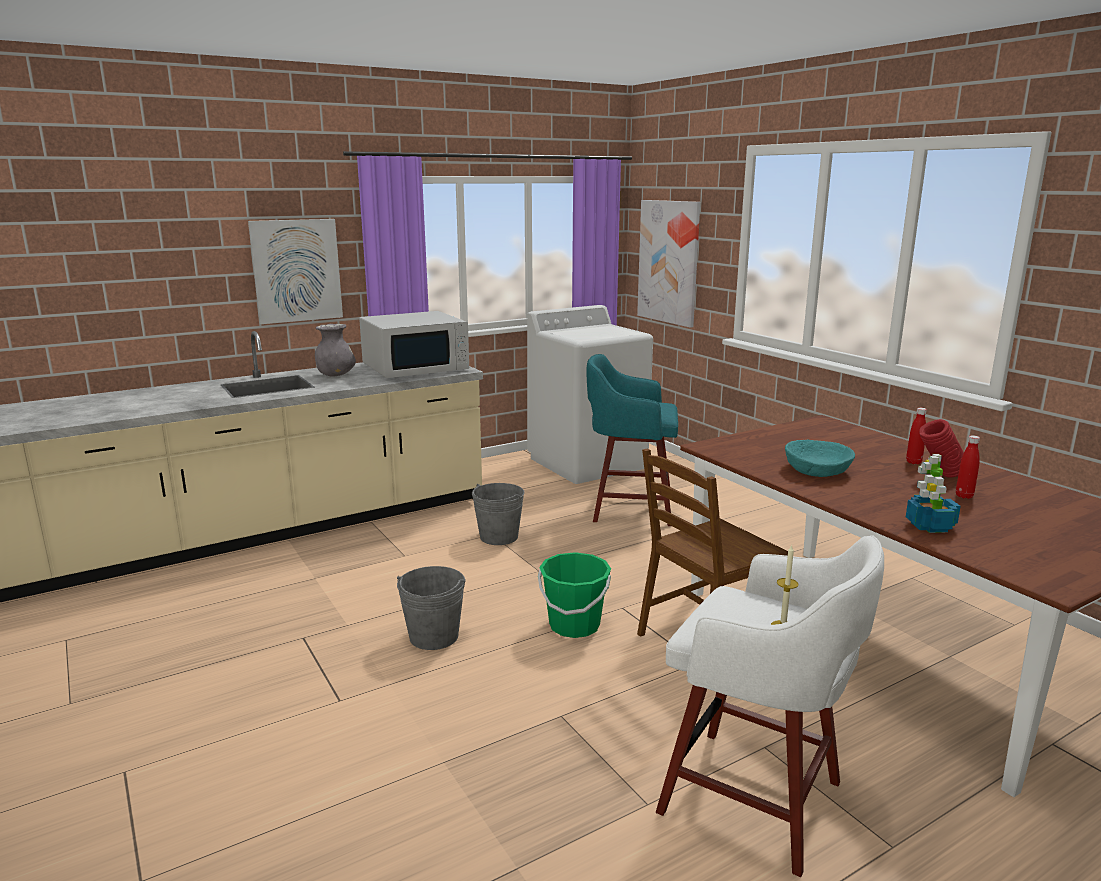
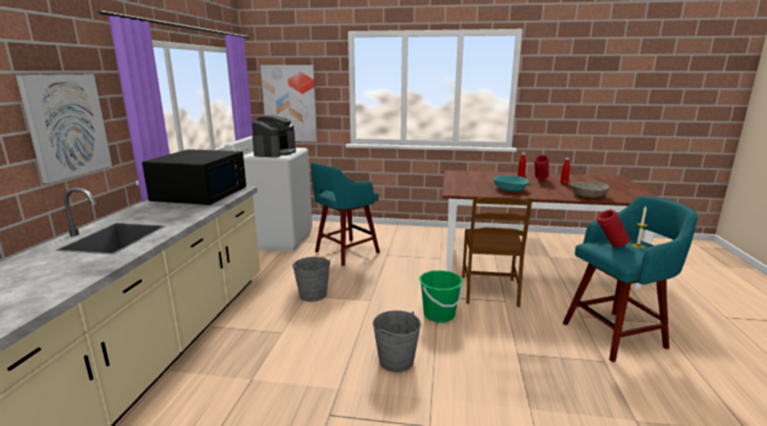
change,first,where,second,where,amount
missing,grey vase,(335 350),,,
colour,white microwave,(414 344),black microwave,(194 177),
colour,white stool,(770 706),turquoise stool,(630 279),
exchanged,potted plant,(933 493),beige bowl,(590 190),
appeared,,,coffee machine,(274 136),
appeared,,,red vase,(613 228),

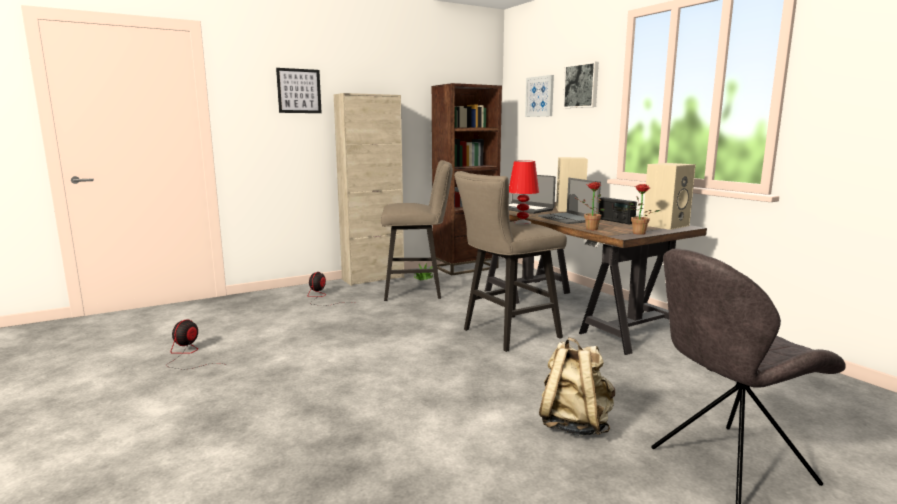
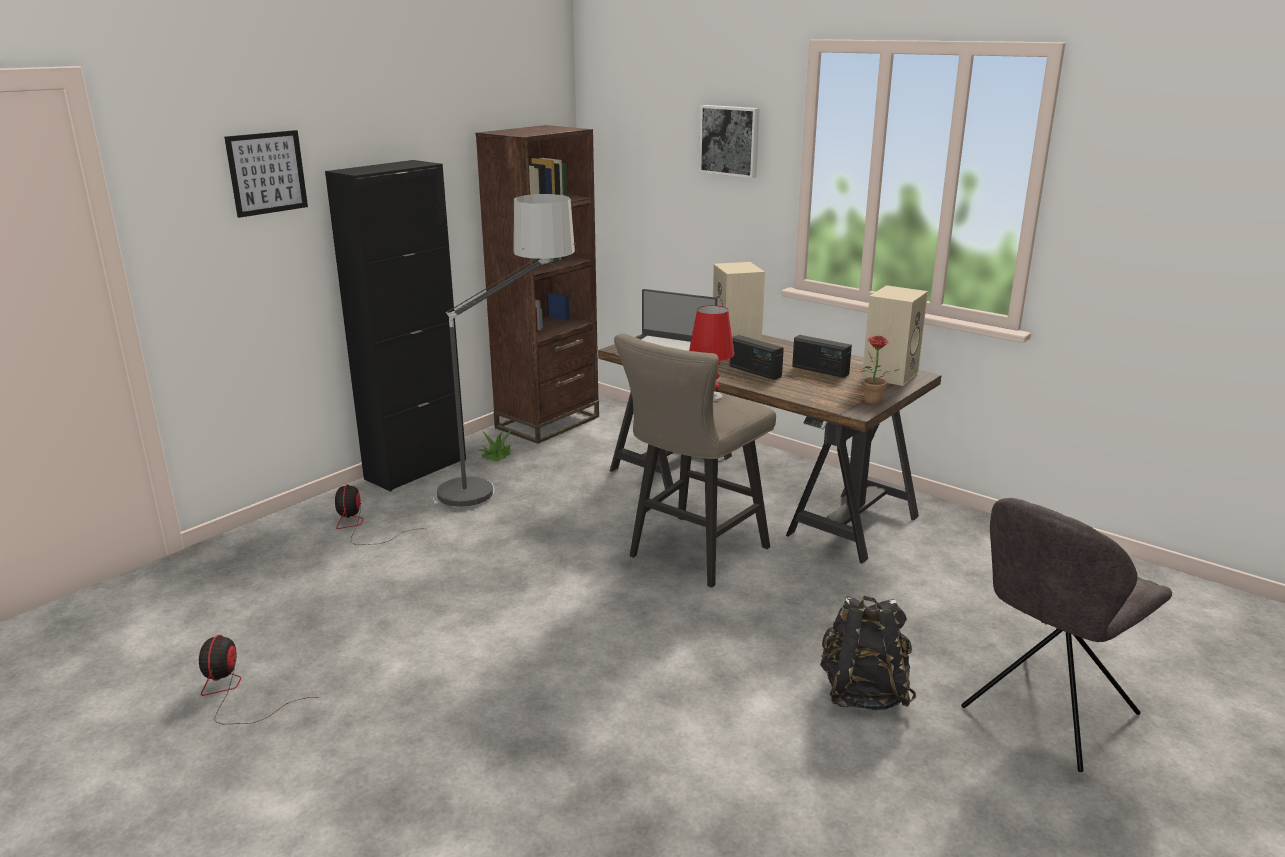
change,first,where,second,where,amount
colour,beige cabinet,(369 189),black cabinet,(395 326),
exchanged,beige stool,(417 230),floor lamp,(504 351),
missing,picture,(539 96),,,
exchanged,laptop,(569 201),radio,(757 357),
colour,beige backpack,(577 386),black backpack,(868 653),
missing,potted plant,(589 206),,,

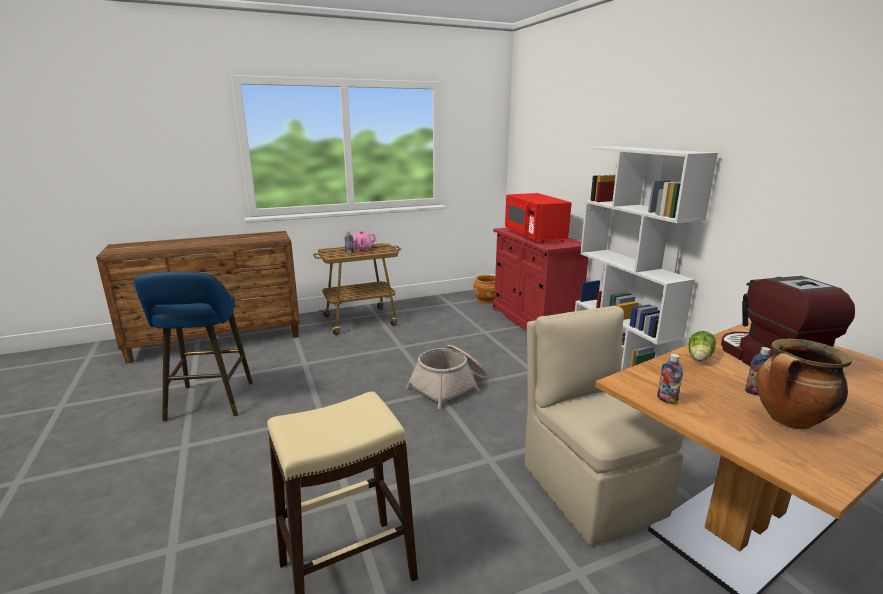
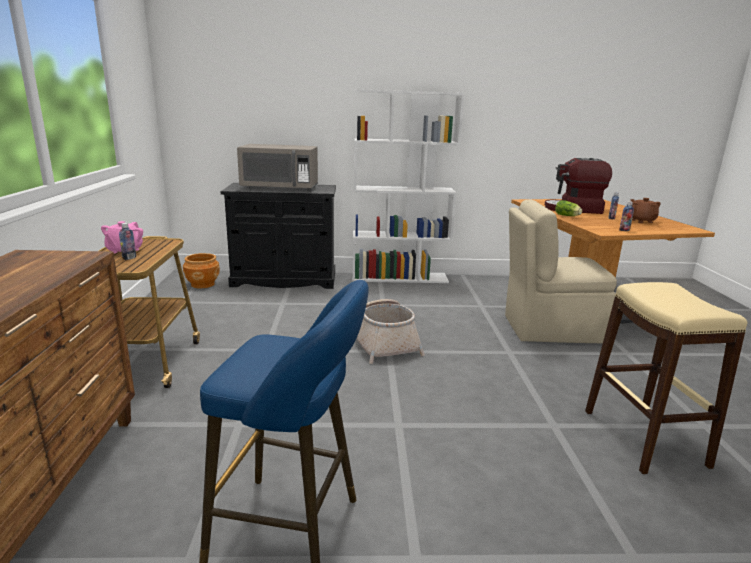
change,first,where,second,where,amount
colour,red cabinet,(541 279),black cabinet,(278 236),
colour,red microwave,(538 218),grey microwave,(277 167),
exchanged,cooking pot,(804 384),brown teapot,(645 210),

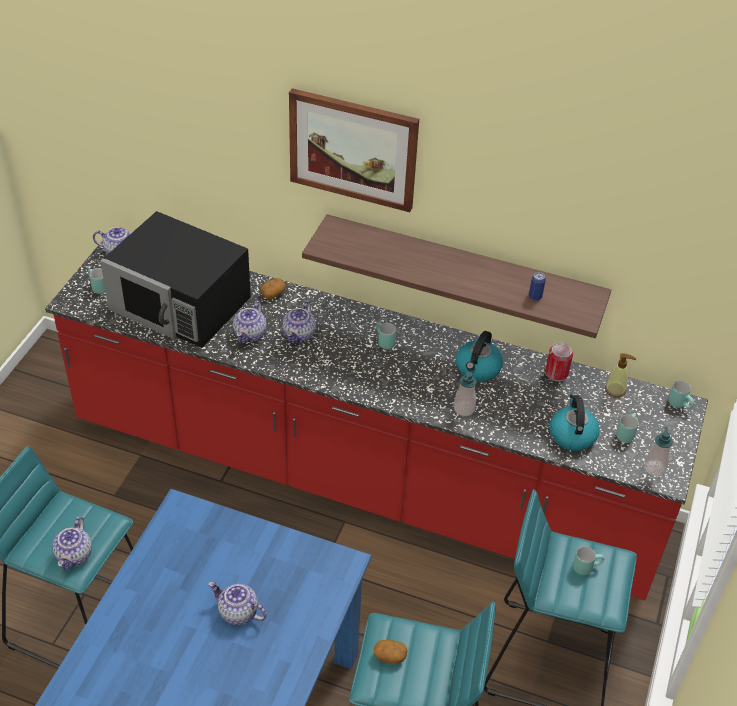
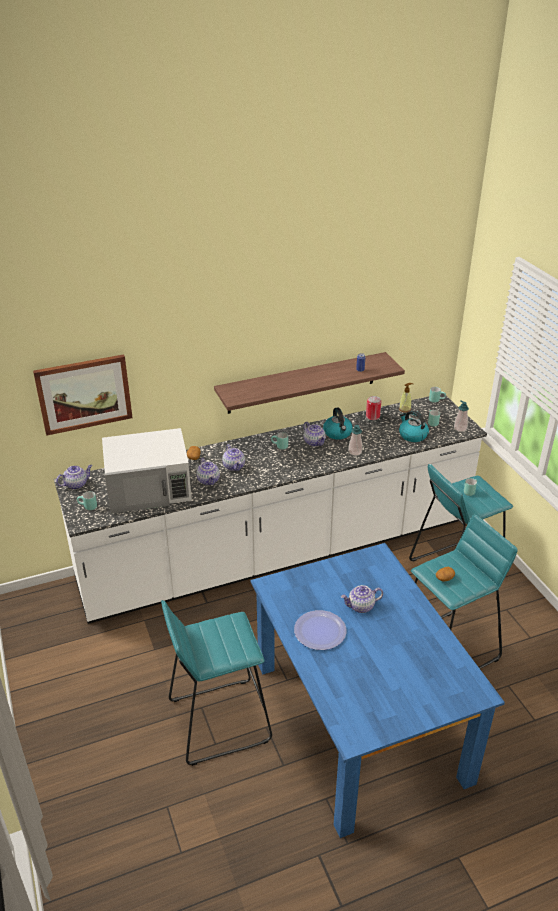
change,first,where,second,where,amount
colour,red counter,(376 420),white counter,(270 509),
relocated,teapot,(72 543),,(315 434),
colour,black microwave,(175 279),white microwave,(147 471),
relocated,picture,(354 150),,(83 395),
appeared,,,plate,(320 630),

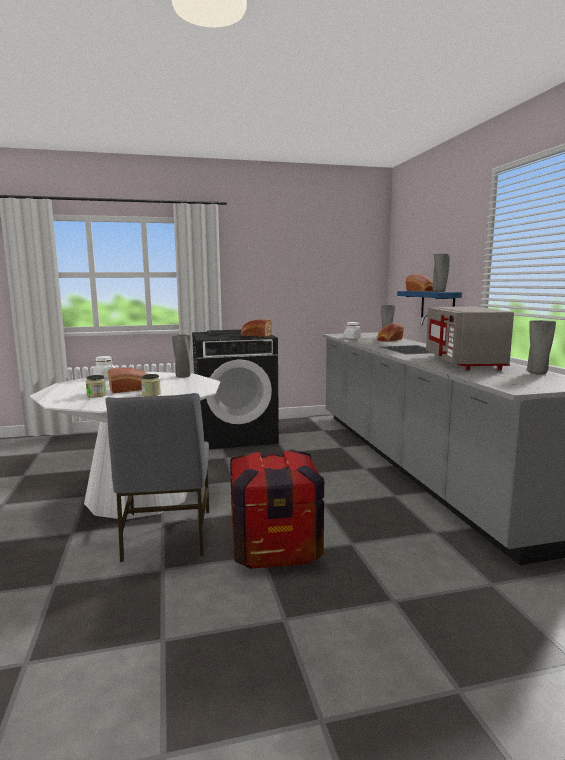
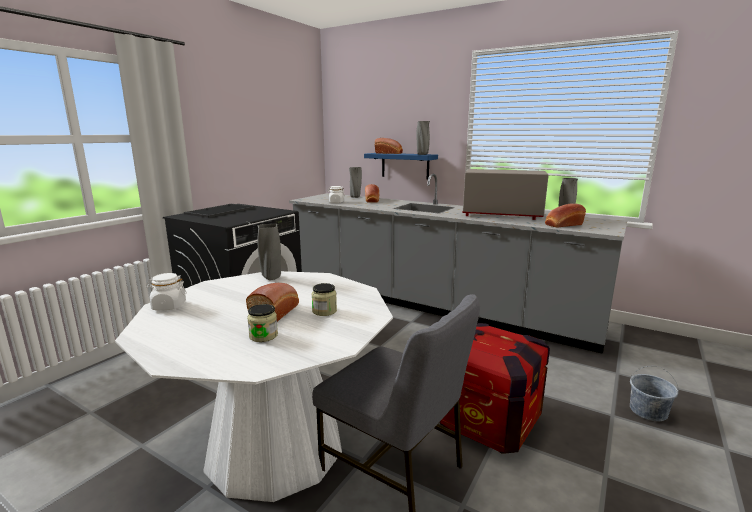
change,first,where,second,where,amount
relocated,bread,(256 328),,(565 215),
spun,grey microwave,(470 338),,(505 194),150 degrees clockwise
appeared,,,grey bucket,(654 393),

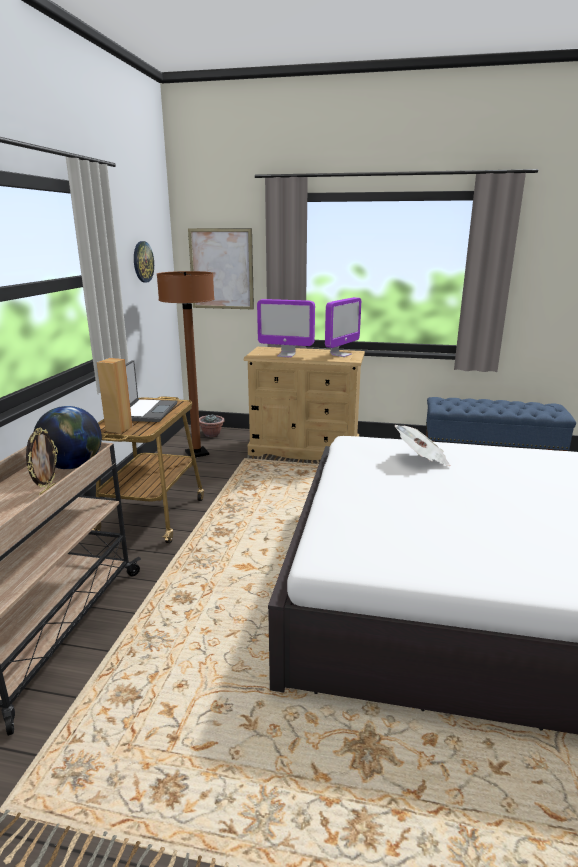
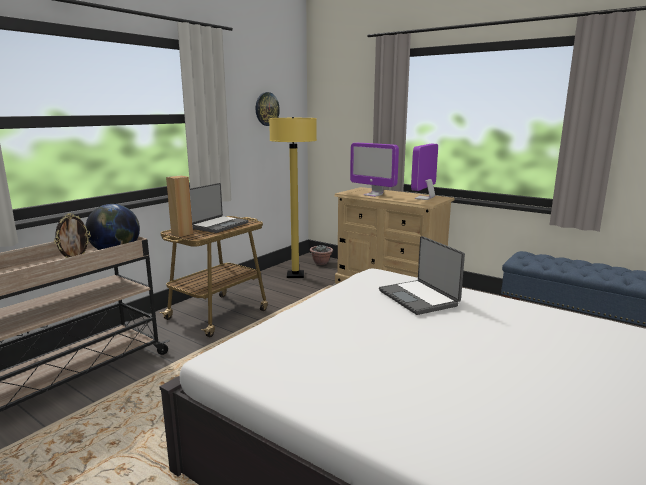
change,first,where,second,where,amount
colour,brown floor lamp,(186 364),yellow floor lamp,(293 197),
missing,picture,(221 269),,,
spun,monitor,(343 327),,(424 172),150 degrees clockwise
exchanged,newspaper,(422 445),laptop,(422 275),

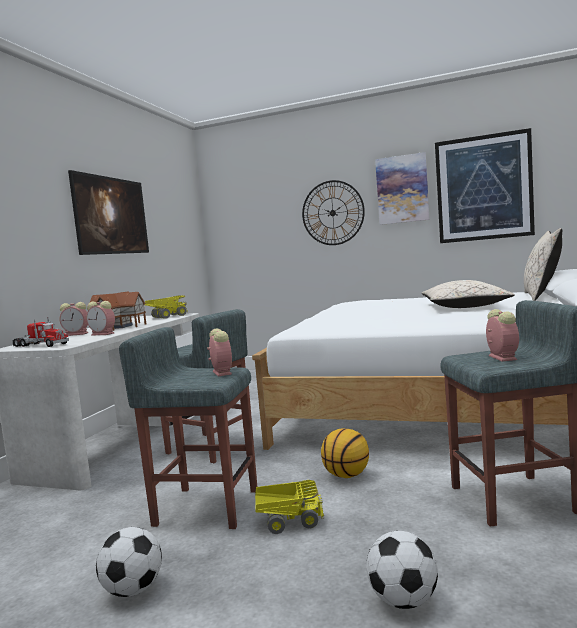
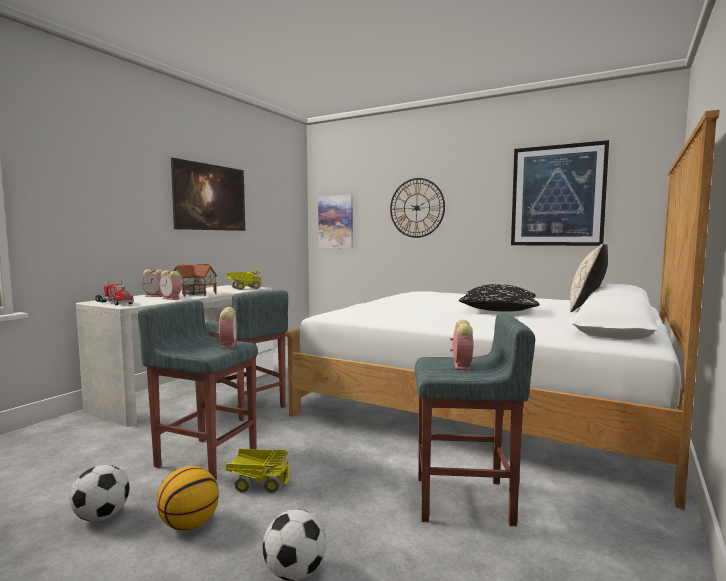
change,first,where,second,where,amount
relocated,basketball,(345 453),,(188 498),
relocated,picture,(402 188),,(335 221),
colour,beige pillow,(468 294),black pillow,(499 298),

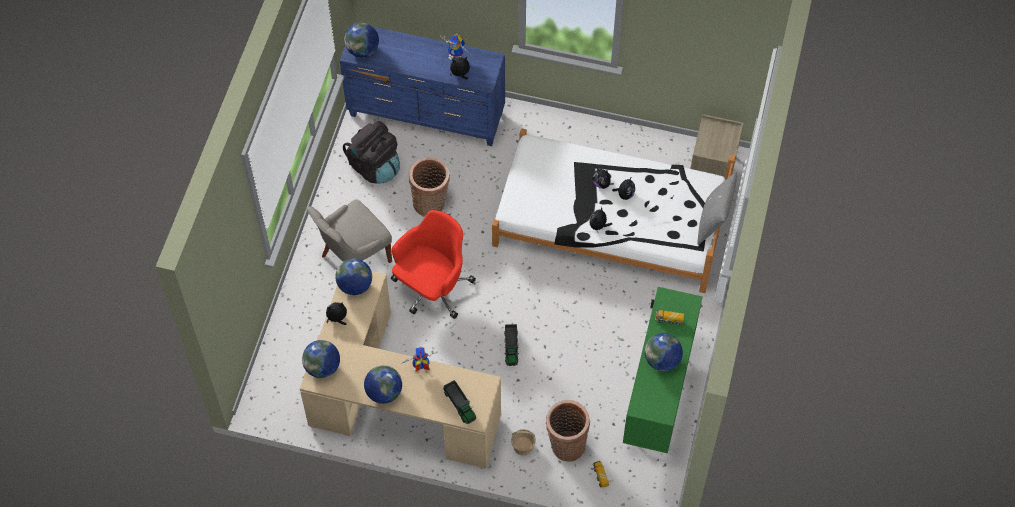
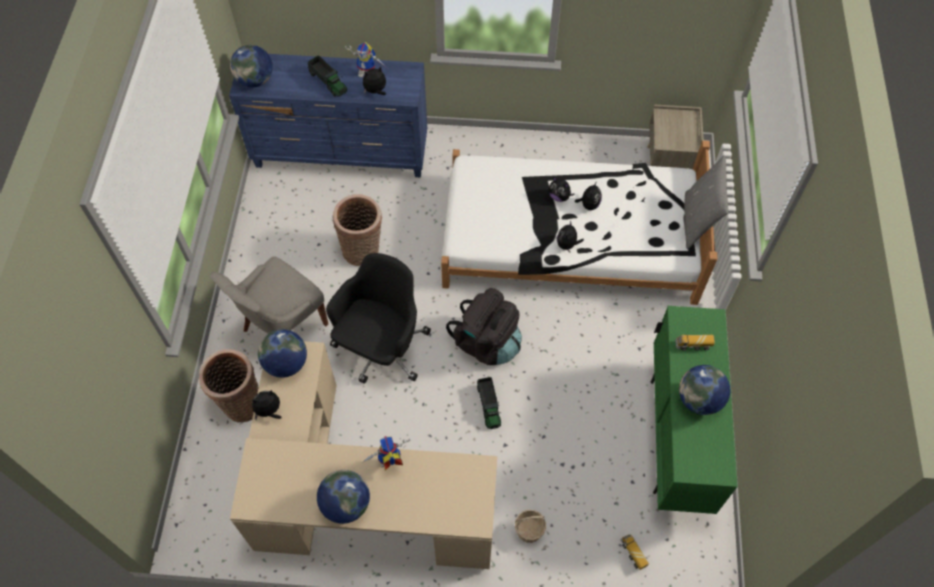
change,first,where,second,where,amount
missing,globe,(321 359),,,
relocated,black backpack,(371 152),,(484 326),
colour,red office chair,(433 264),black office chair,(378 318),
relocated,toy truck,(459 402),,(327 76),
relocated,basket,(568 430),,(229 386),

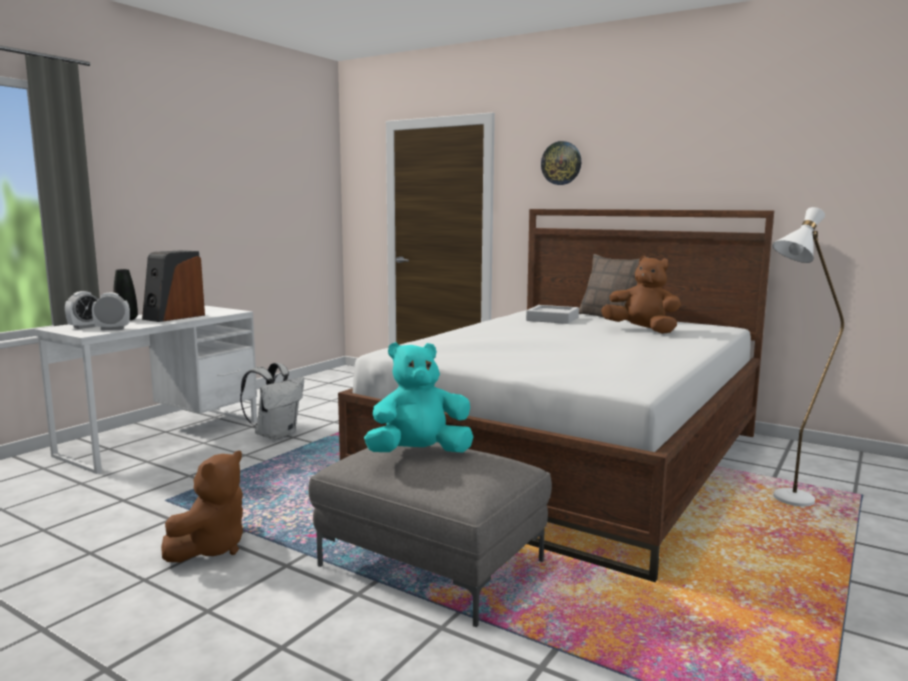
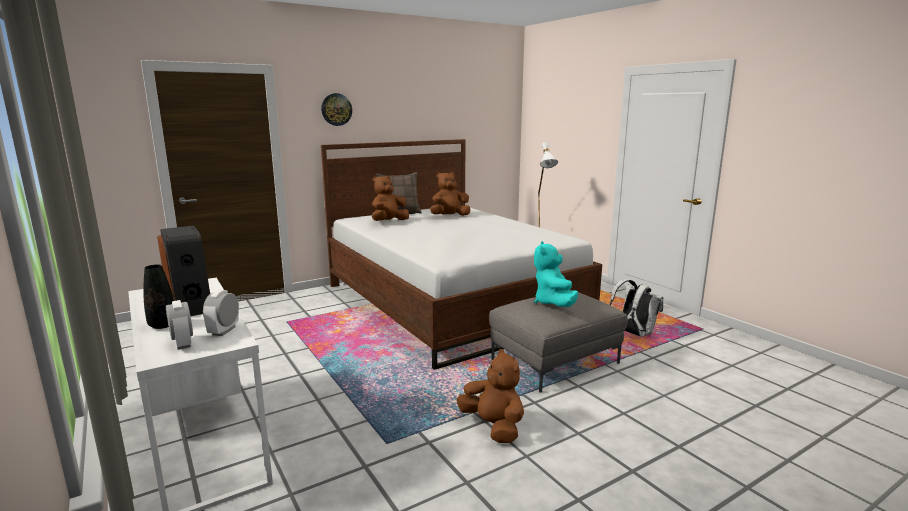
change,first,where,second,where,amount
relocated,white backpack,(272 401),,(636 308),
exchanged,grey tray,(552 314),brown plush toy,(390 198),

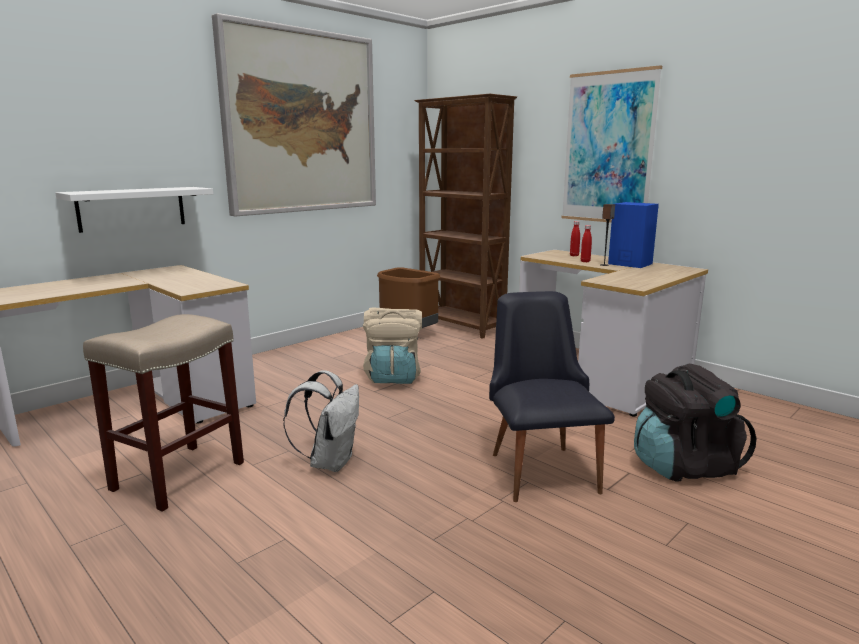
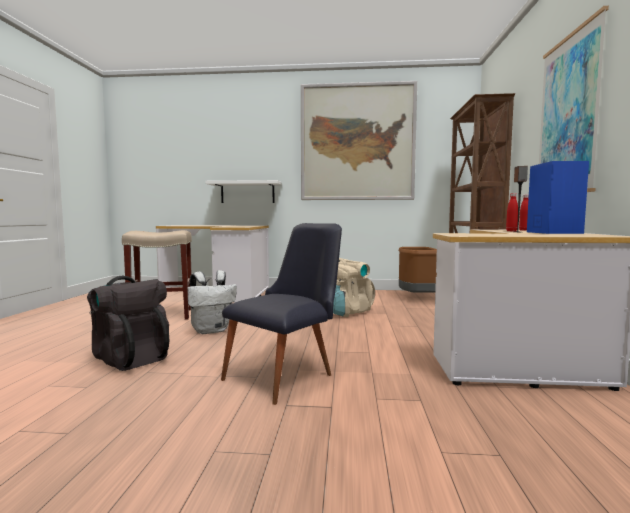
change,first,where,second,where,amount
relocated,black backpack,(695 422),,(128 323),

